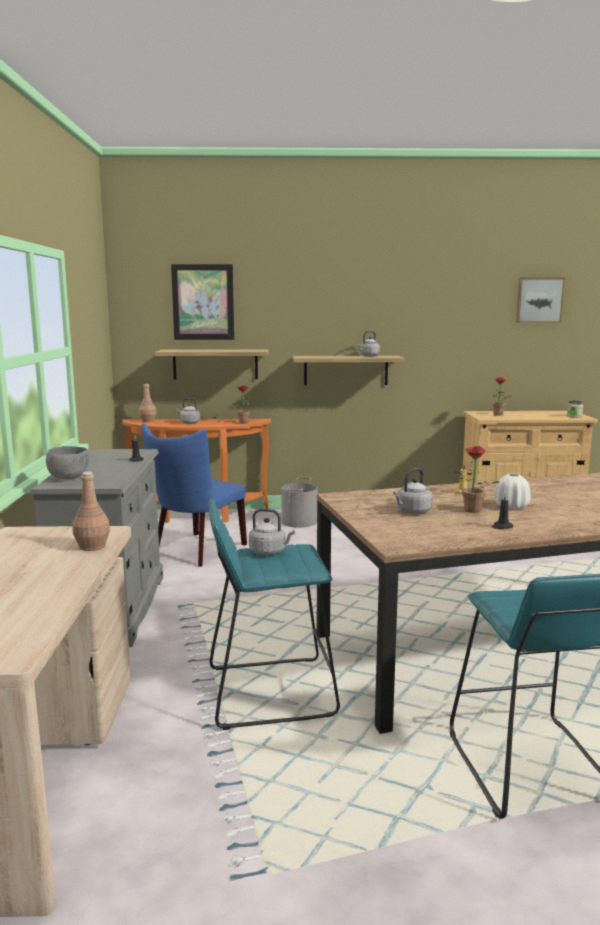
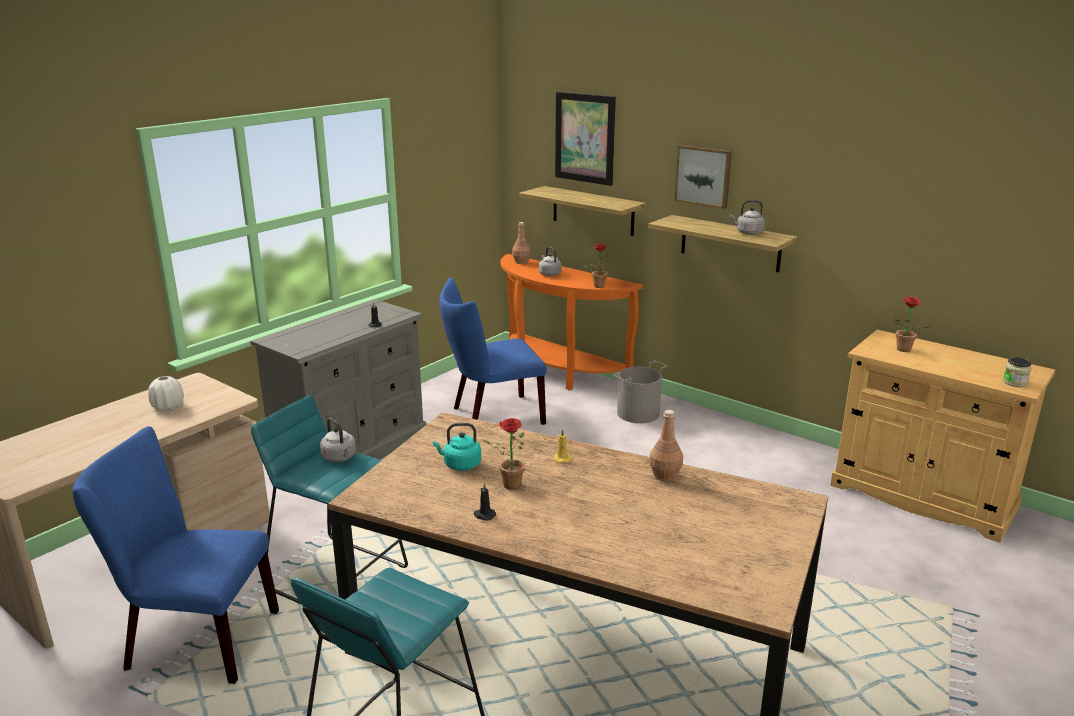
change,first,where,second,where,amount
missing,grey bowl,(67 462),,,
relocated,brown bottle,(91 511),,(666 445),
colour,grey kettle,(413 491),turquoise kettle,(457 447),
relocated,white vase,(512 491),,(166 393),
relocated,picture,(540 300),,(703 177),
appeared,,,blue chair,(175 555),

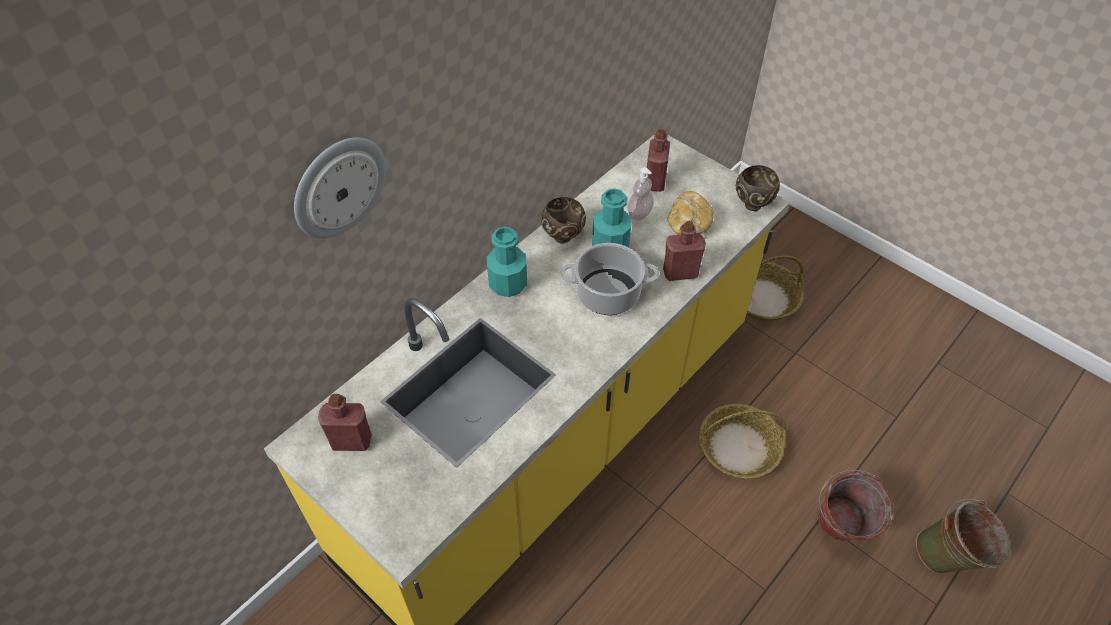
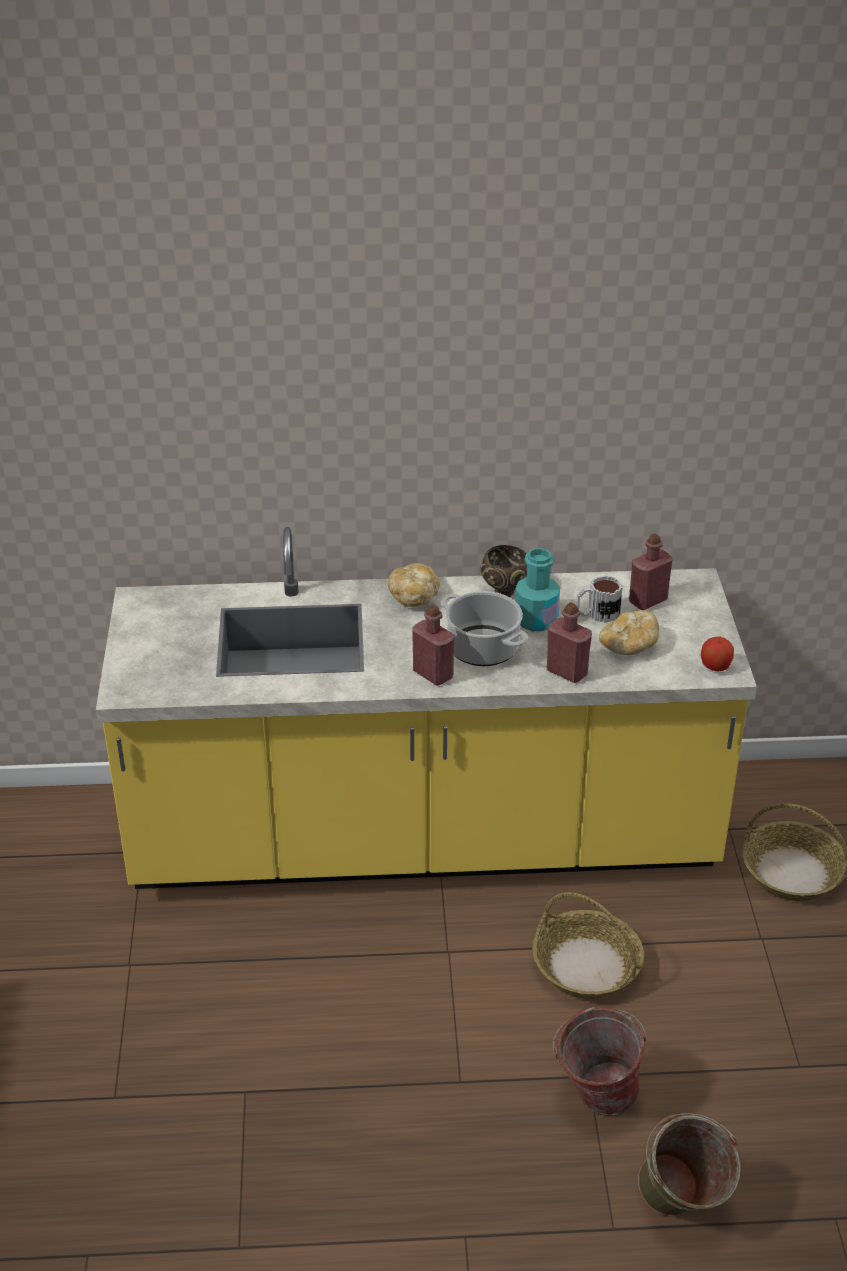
change,first,where,second,where,amount
missing,wall clock,(340 187),,,
relocated,red bottle,(345 422),,(433 645),
exchanged,turquoise bottle,(507 262),bread,(414 585),
exchanged,soap dispenser,(641 194),mug,(599 599),
exchanged,brown bowl,(758 188),apple,(717 654),

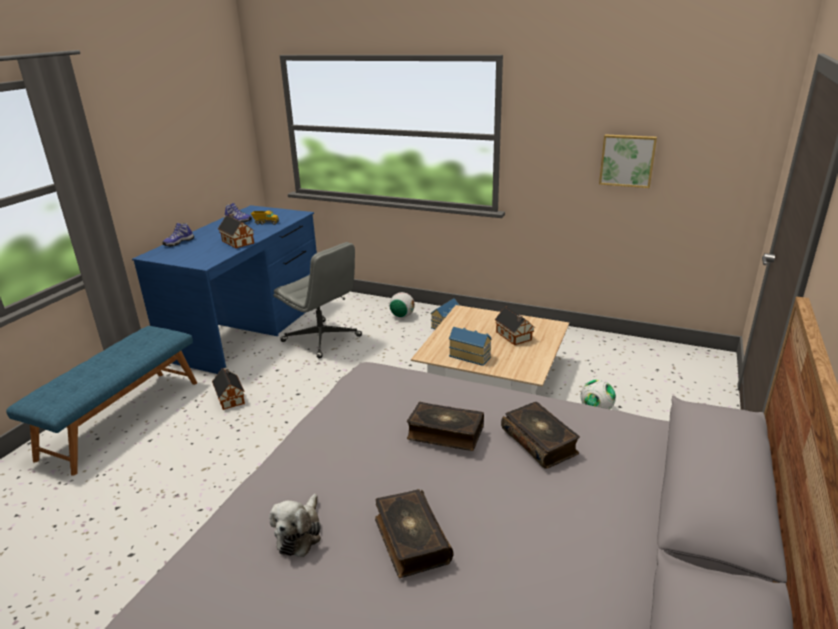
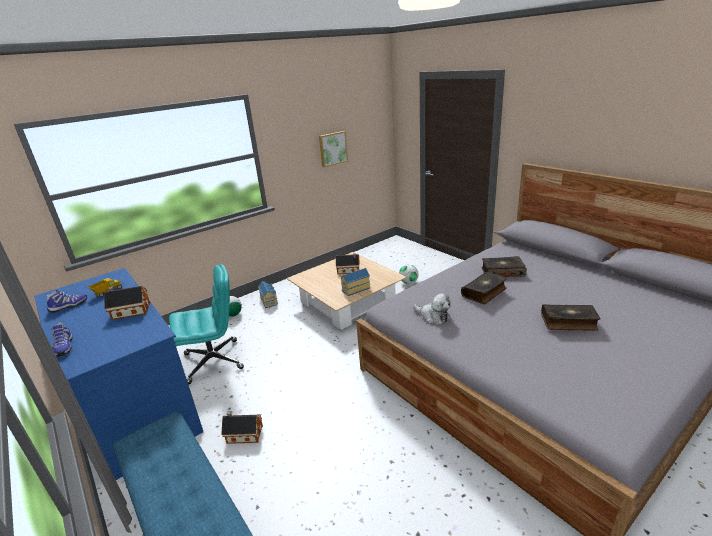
change,first,where,second,where,amount
relocated,plush toy,(295 525),,(432 308),
colour,grey office chair,(318 300),turquoise office chair,(206 324),

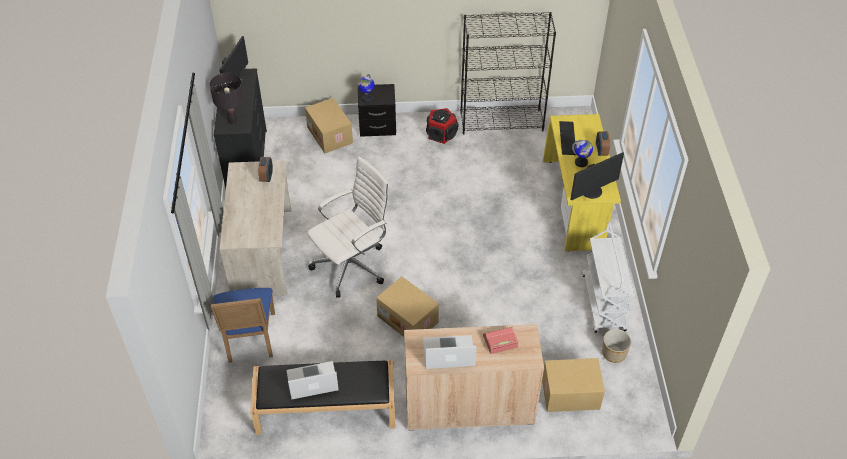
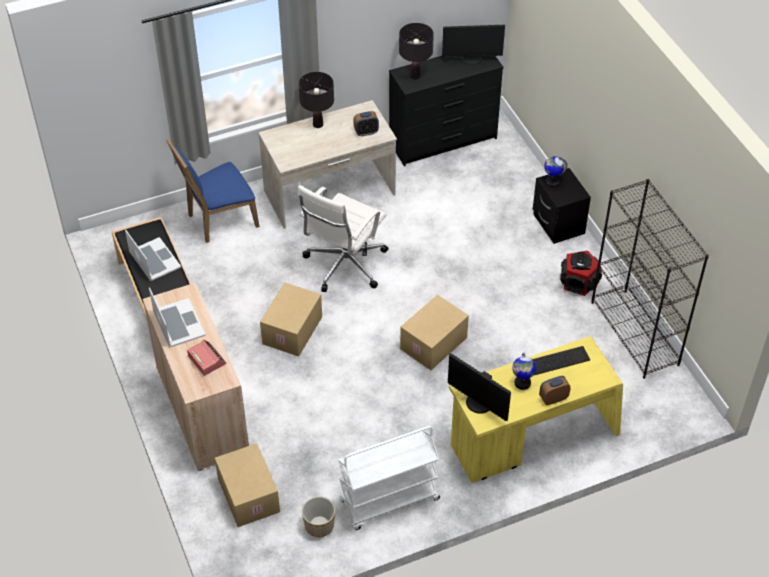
change,first,where,second,where,amount
relocated,cardboard box,(329 125),,(434 332),
spun,white office chair,(348 227),,(343 238),90 degrees clockwise
appeared,,,black table lamp,(316 100),

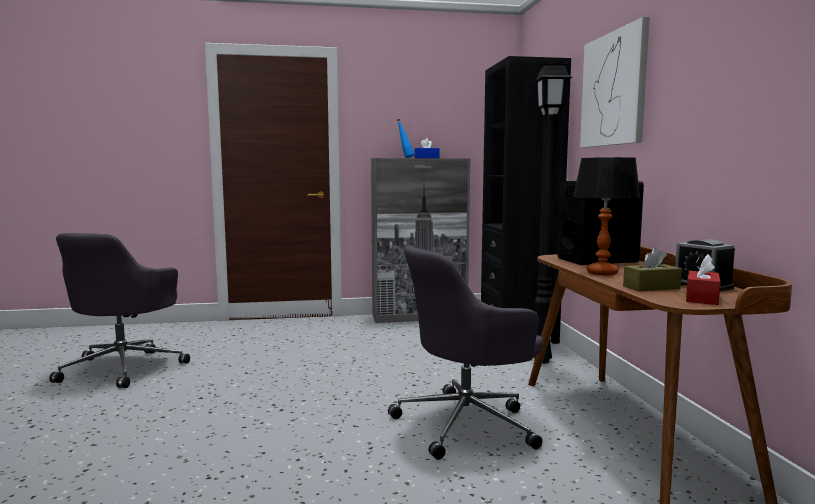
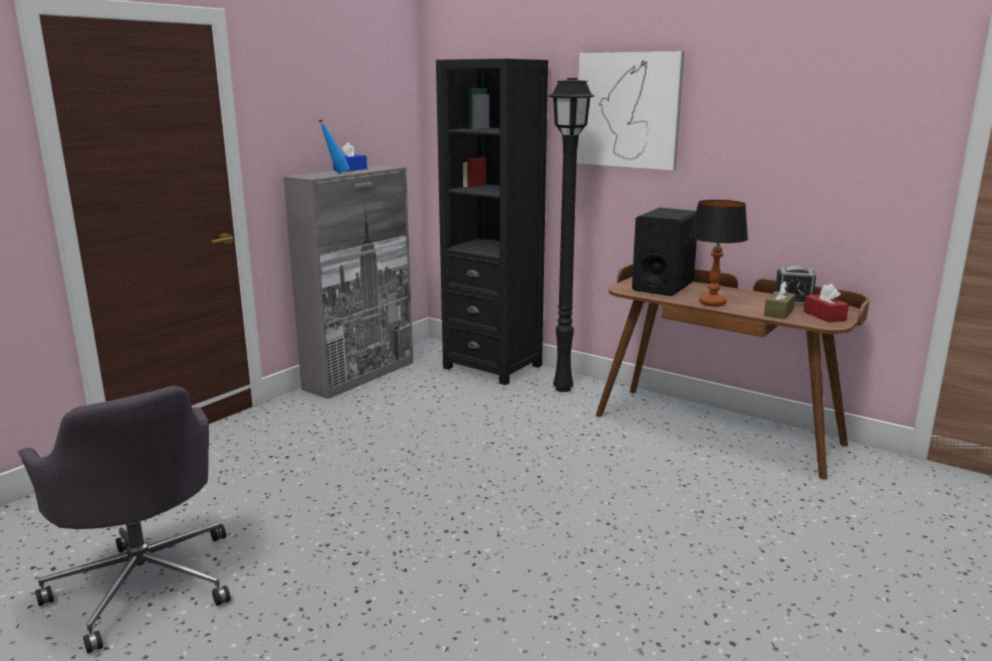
change,first,where,second,where,amount
missing,grey office chair,(465 353),,,

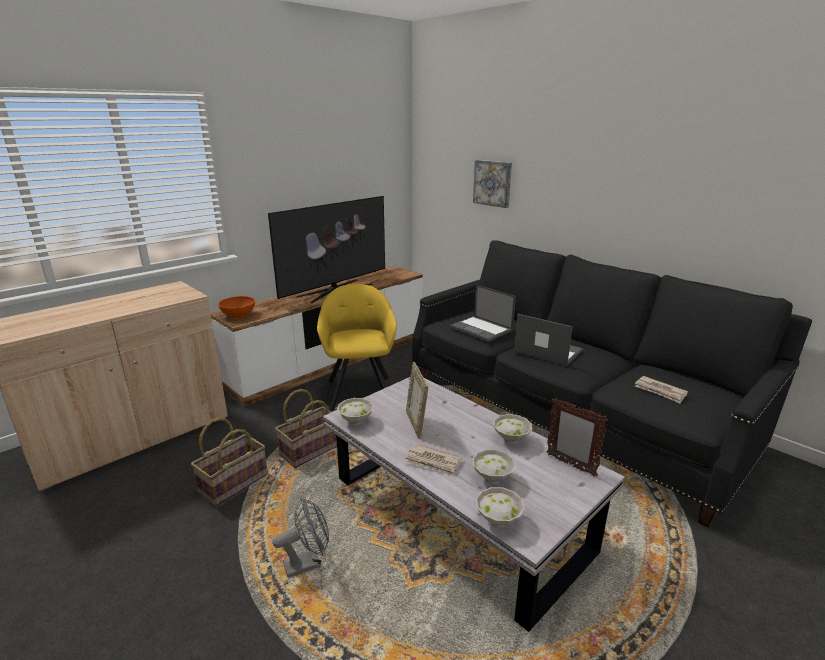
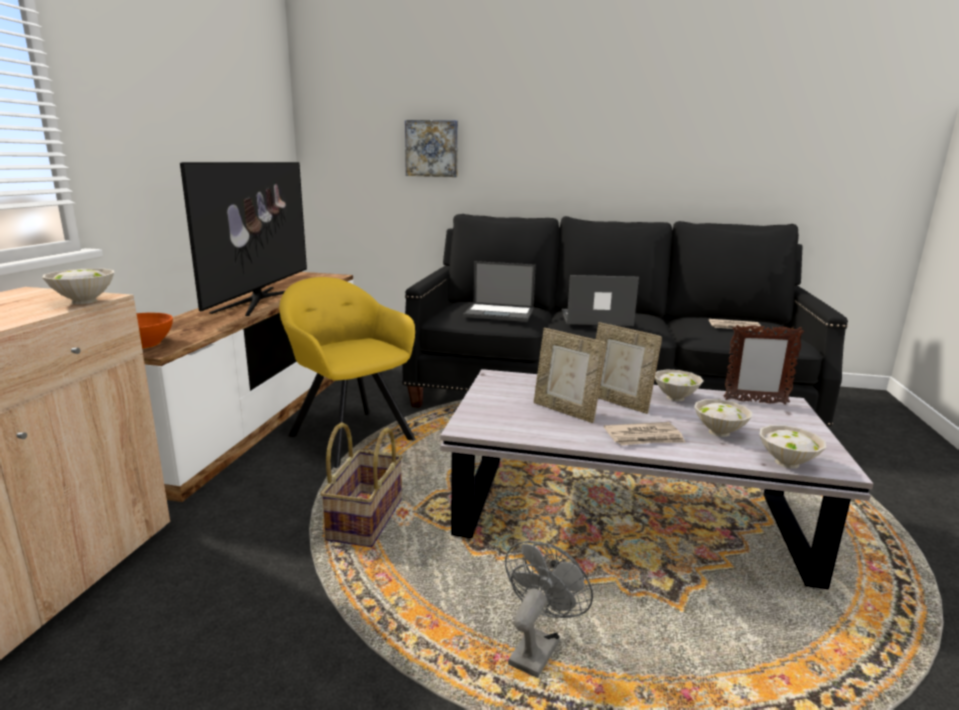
change,first,where,second,where,amount
missing,basket,(229 462),,,
relocated,white bowl,(355 411),,(78 286),
appeared,,,picture frame,(629 368),

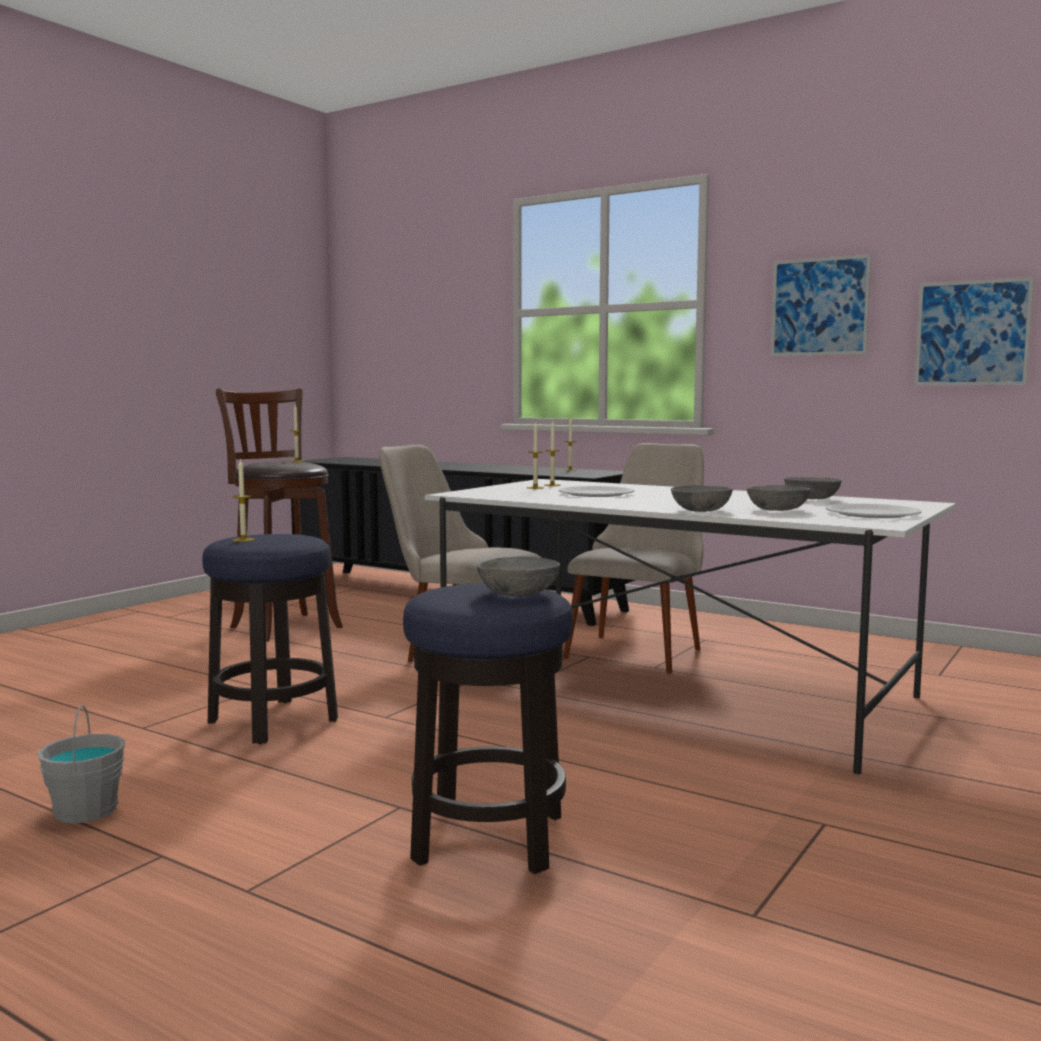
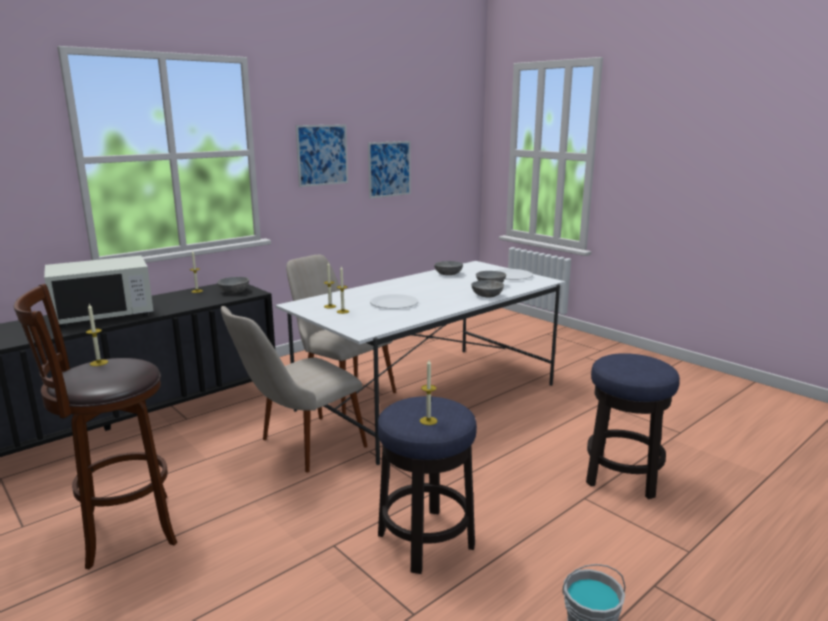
change,first,where,second,where,amount
relocated,grey bowl,(518 576),,(233 285),
appeared,,,white microwave,(99 292),

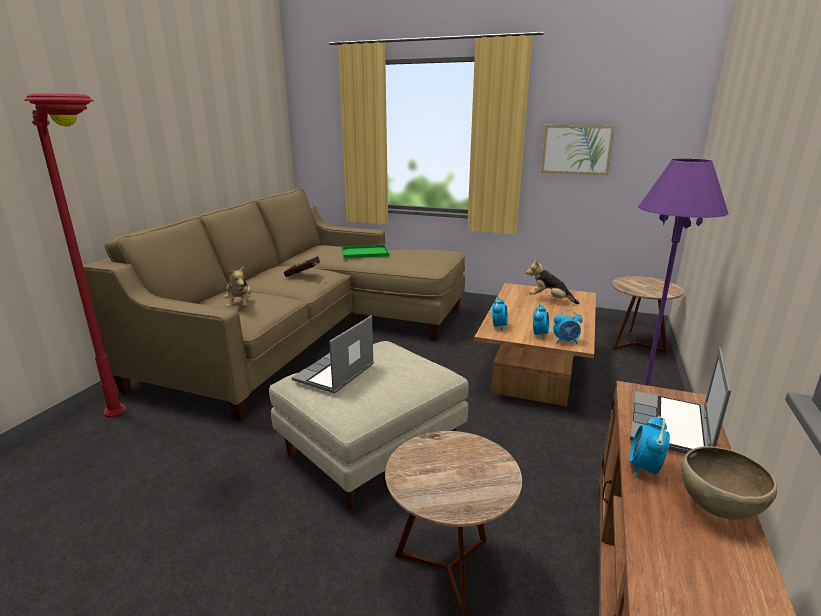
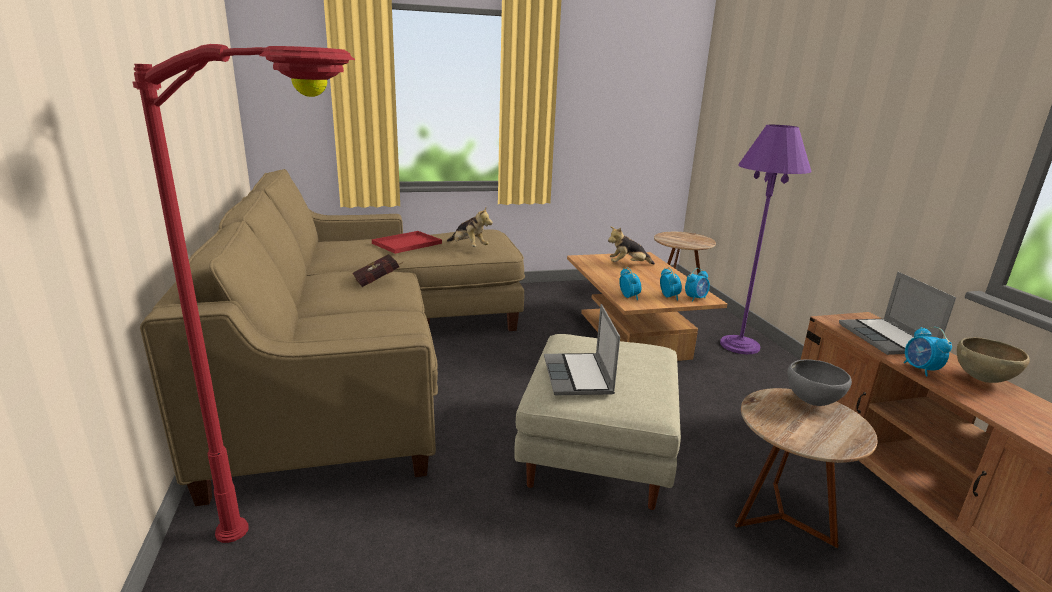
change,first,where,second,where,amount
relocated,plush toy,(237 286),,(470 227),
colour,green tray,(365 252),red tray,(407 242),
missing,picture,(578 150),,,
appeared,,,grey bowl,(819 382),

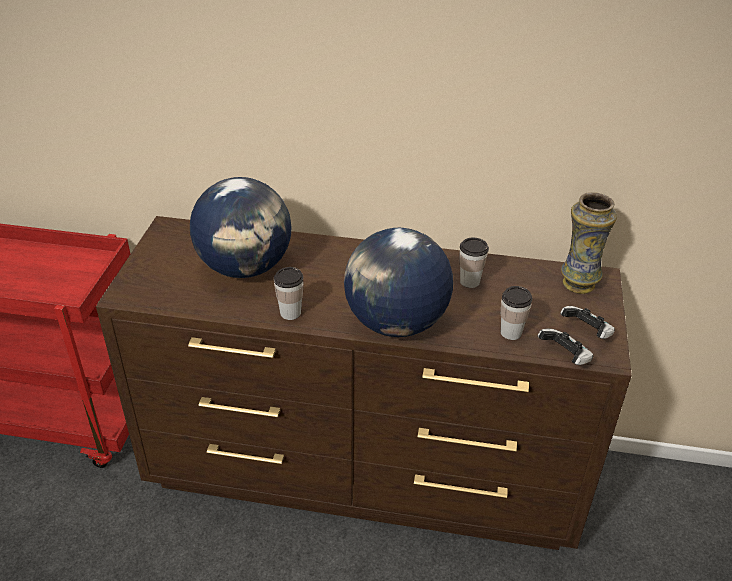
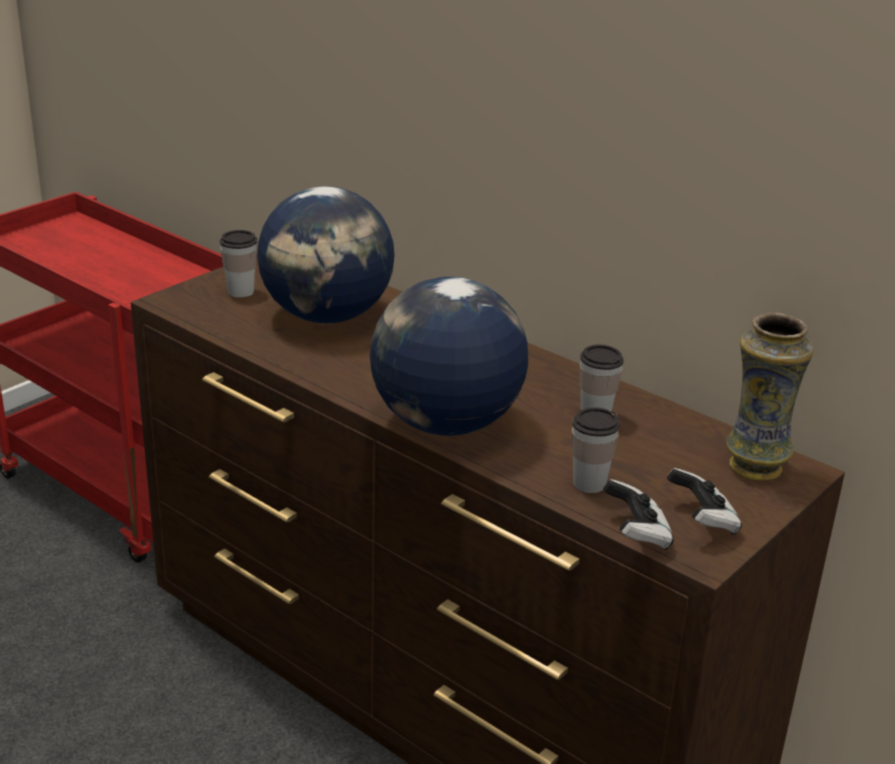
change,first,where,second,where,amount
relocated,cup,(289 293),,(238 264),

